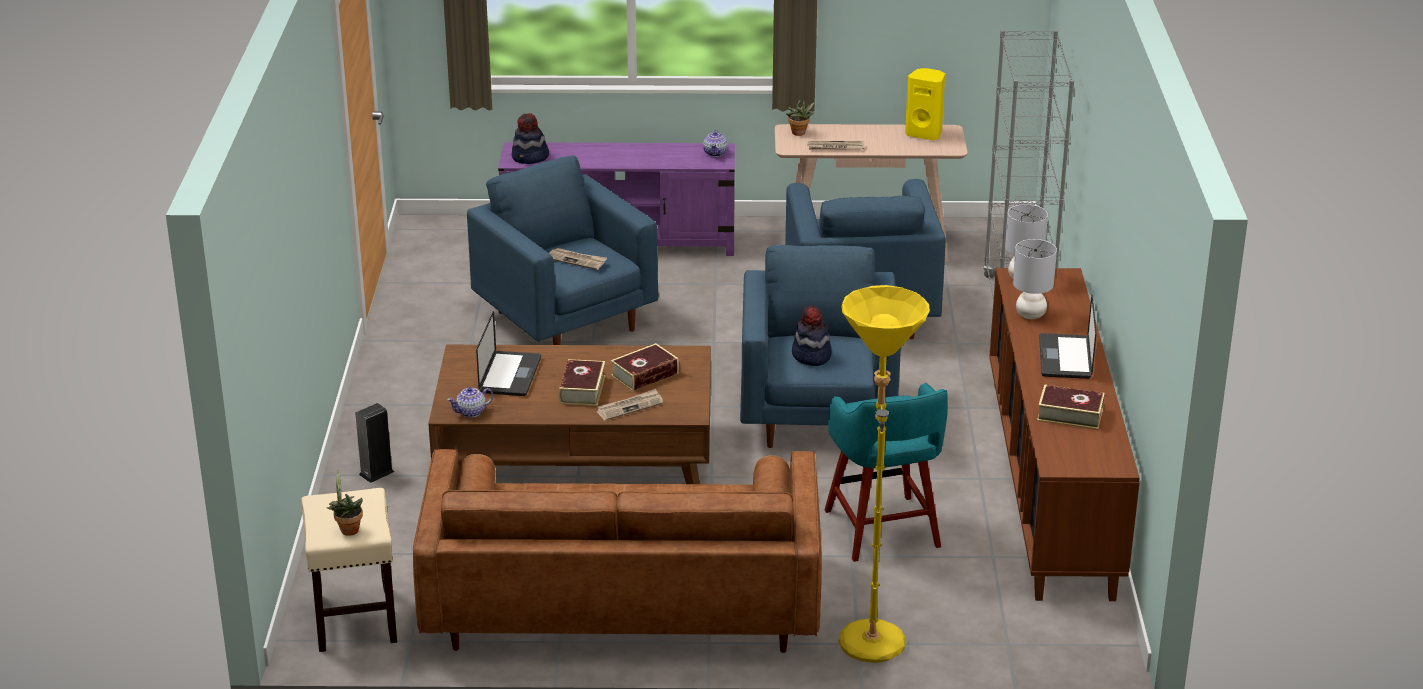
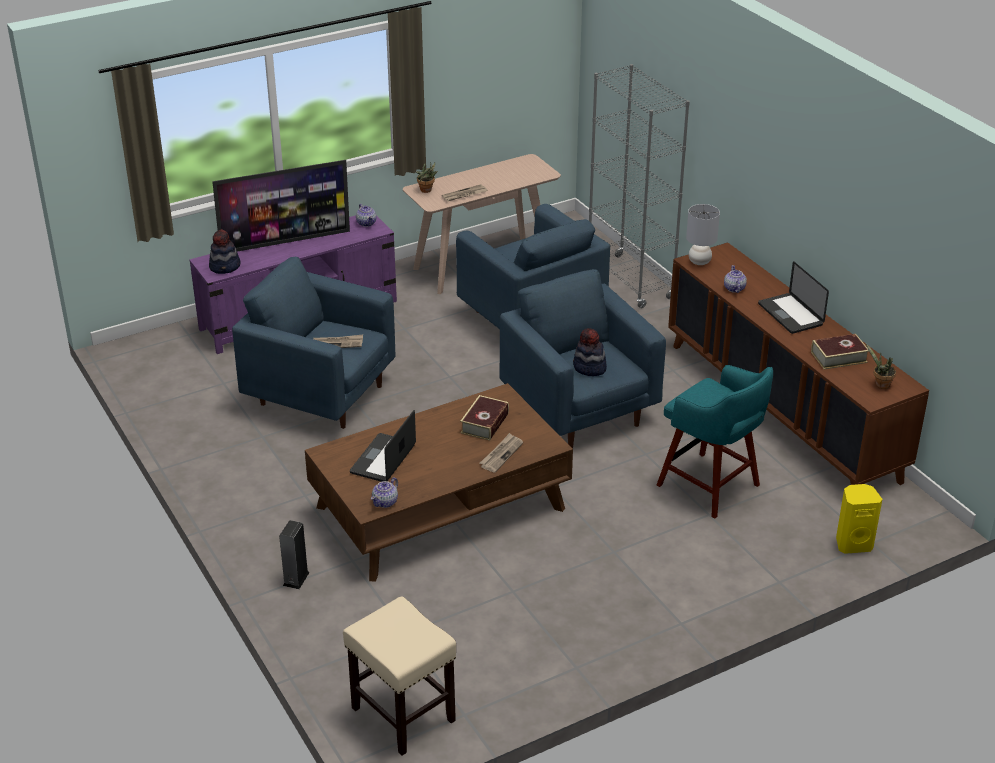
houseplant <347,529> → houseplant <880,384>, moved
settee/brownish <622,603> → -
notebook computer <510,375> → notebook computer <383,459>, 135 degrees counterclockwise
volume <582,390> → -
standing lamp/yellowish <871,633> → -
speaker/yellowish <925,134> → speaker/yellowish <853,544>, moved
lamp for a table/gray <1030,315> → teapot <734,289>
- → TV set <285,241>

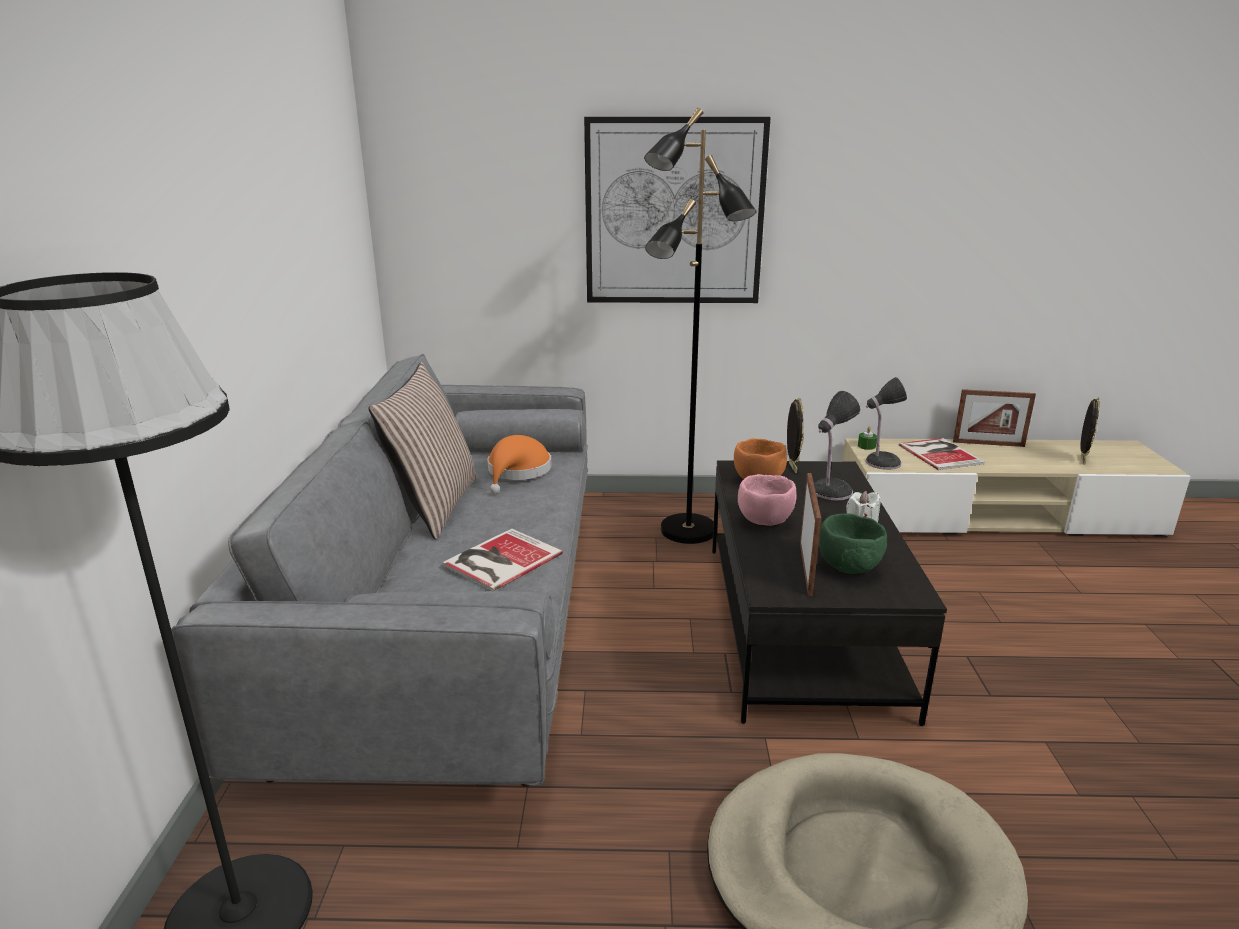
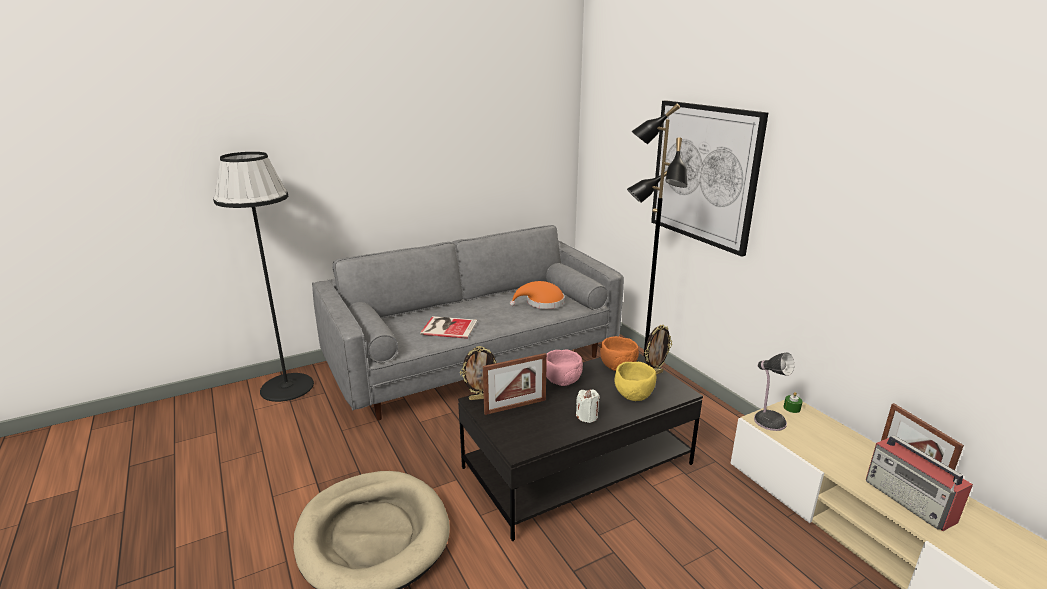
throw pillow <434,505> → -
lamp for a table <829,492> → deep dish/yellowish <633,395>
deep dish/greenish <848,567> → -
volume <940,453> → -
standing frame <1081,460> → standing frame <480,398>, moved
- → radio receiver <910,501>

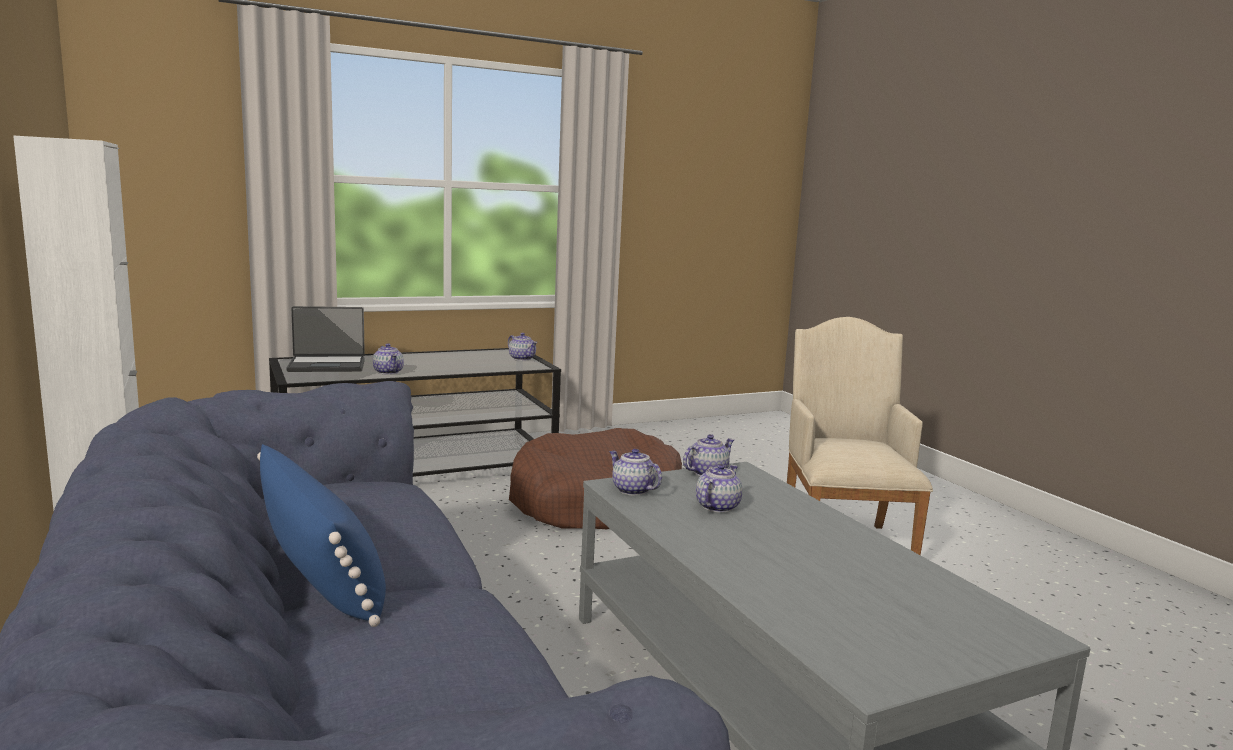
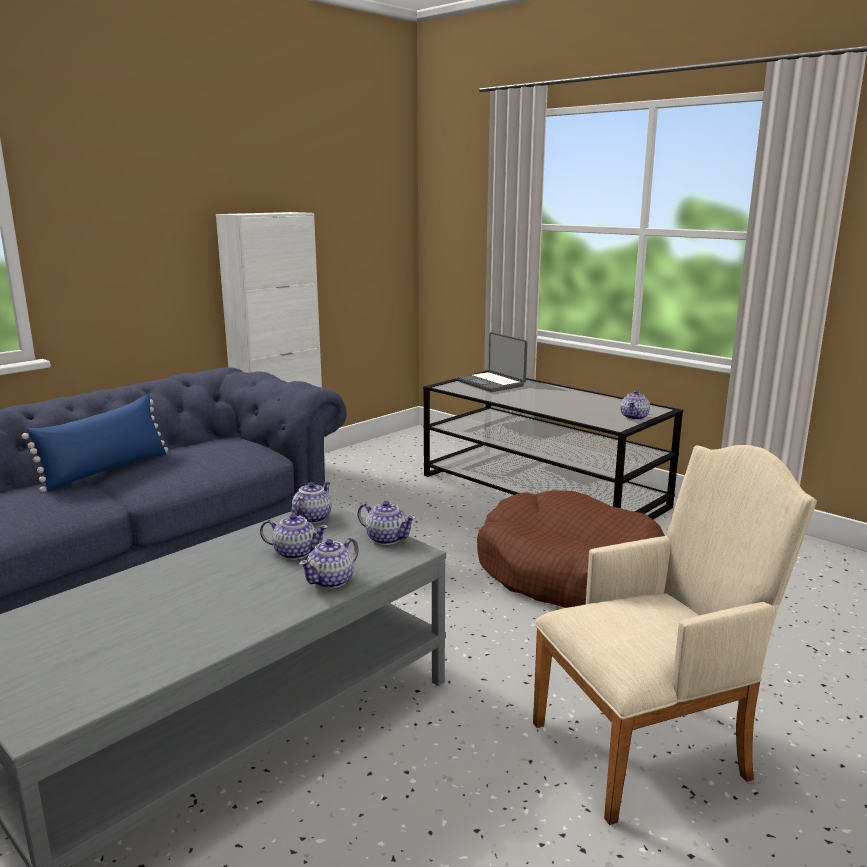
teapot <388,372> → teapot <331,581>, moved

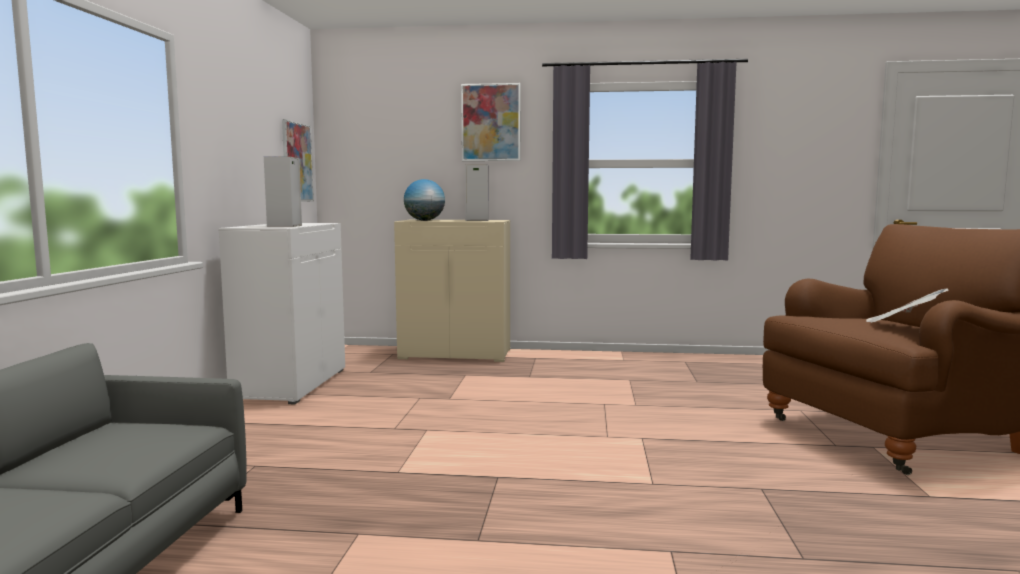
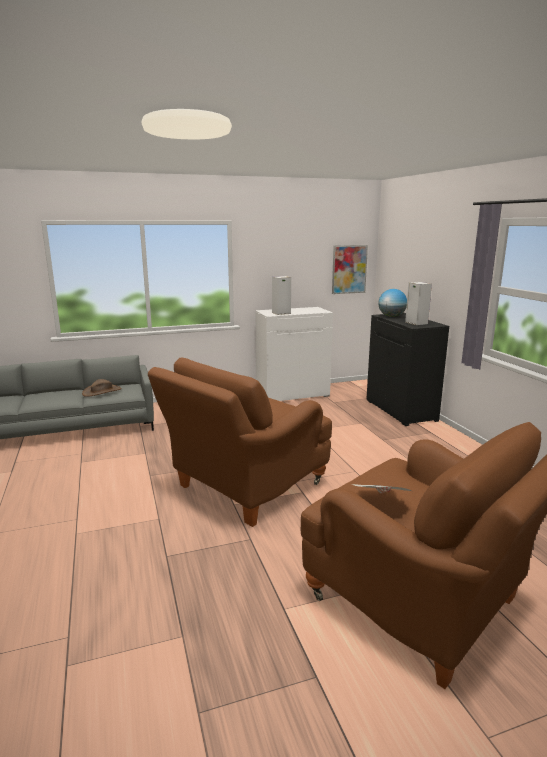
cabinet/beige <456,354> → cabinet/blackish <401,410>
wall picture <491,122> → -
- → wearable hat/brownish <102,391>
- → easy chair/brownish <245,487>

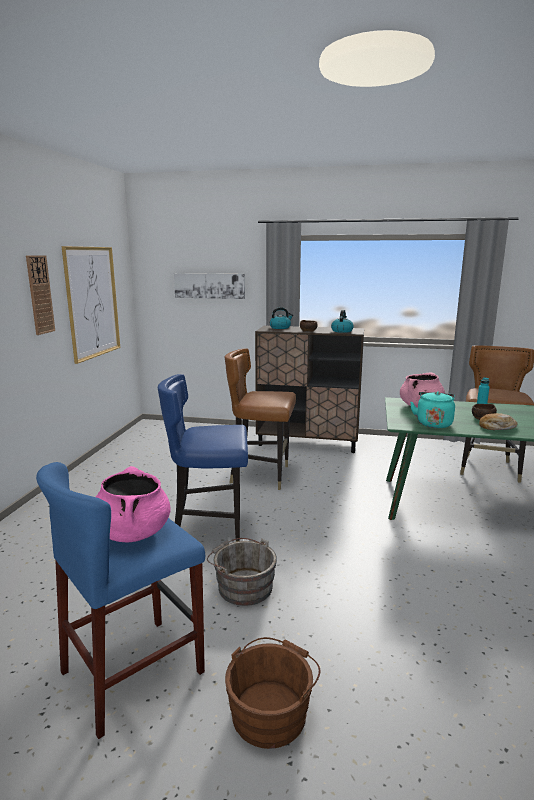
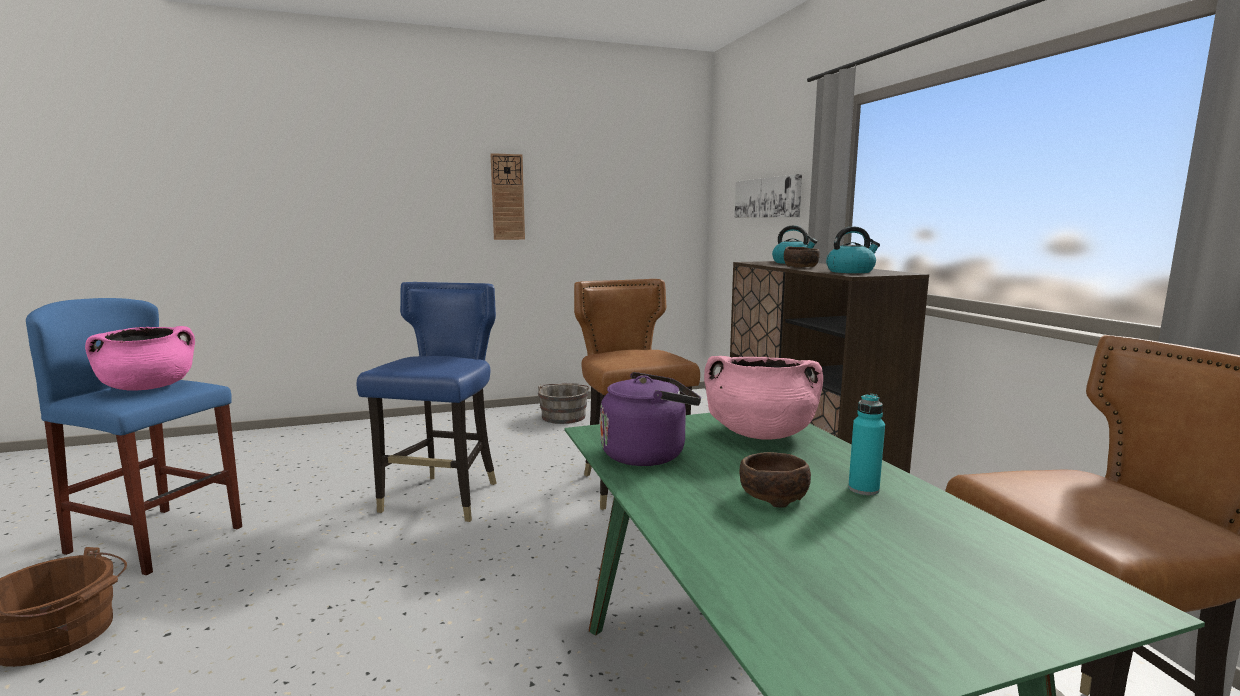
wall picture <92,302> → -
plain chair/bluish <210,532> → plain chair/bluish <443,499>, 45 degrees clockwise
bucket/gray <242,586> → bucket/gray <564,416>, moved
kettle/turquoise <433,423> → kettle/purple-coloured <648,454>
baked bread <496,427> → -

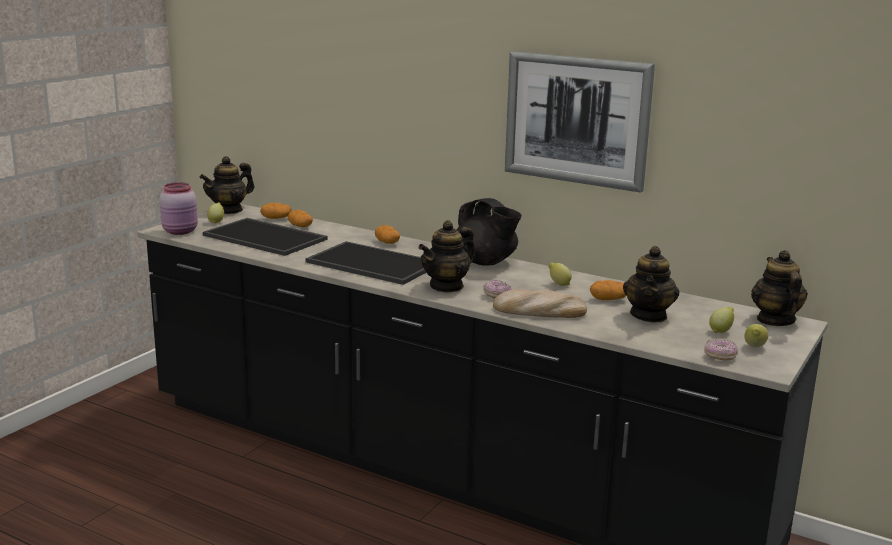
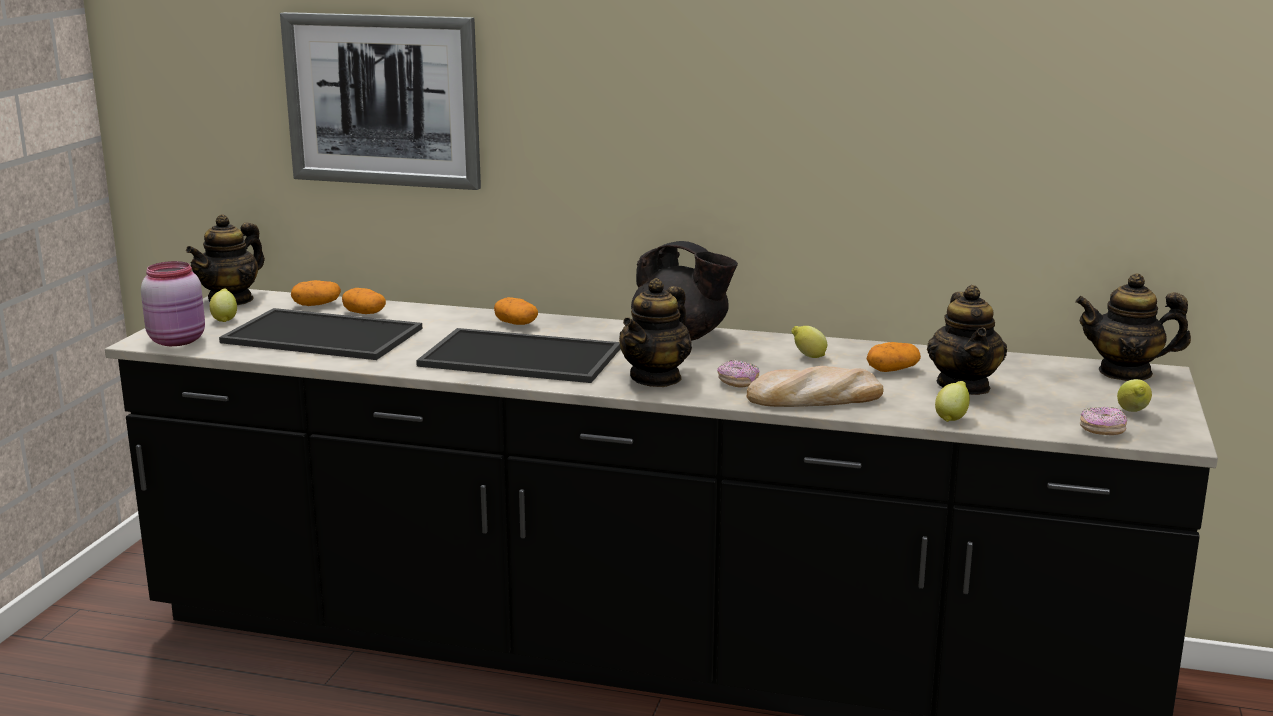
wall picture <577,120> → wall picture <382,100>, moved
whole lemon <721,331> → whole lemon <952,418>, moved
teapot <775,320> → teapot <1125,372>, 60 degrees counterclockwise

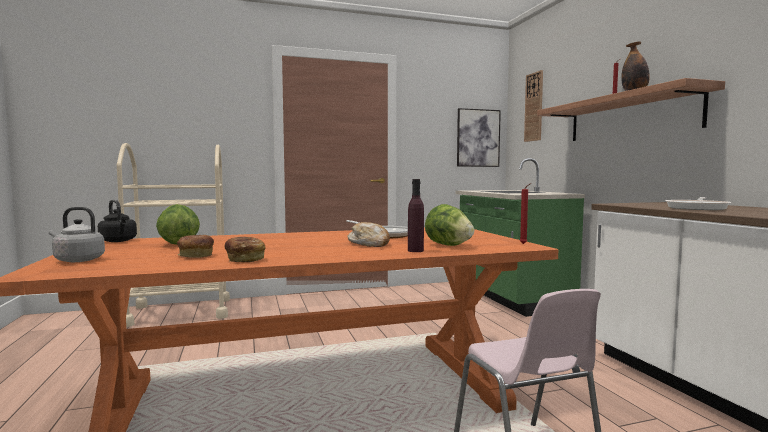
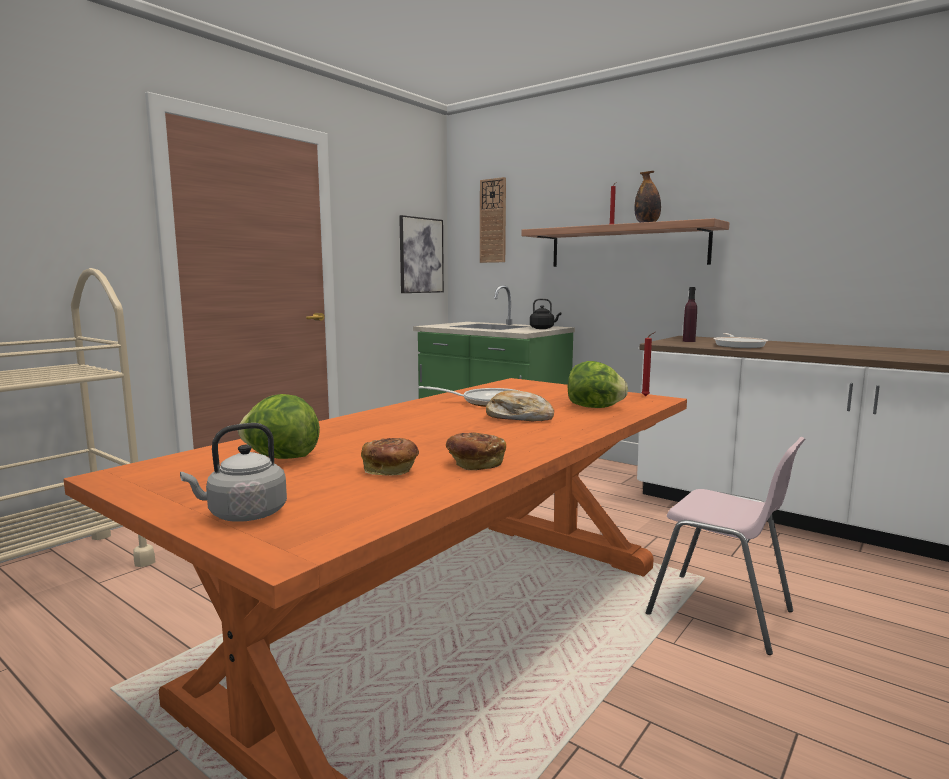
kettle/blackish <118,241> → kettle/blackish <543,328>, moved
beverage bottle/purple-coloured <415,250> → beverage bottle/purple-coloured <688,341>, moved

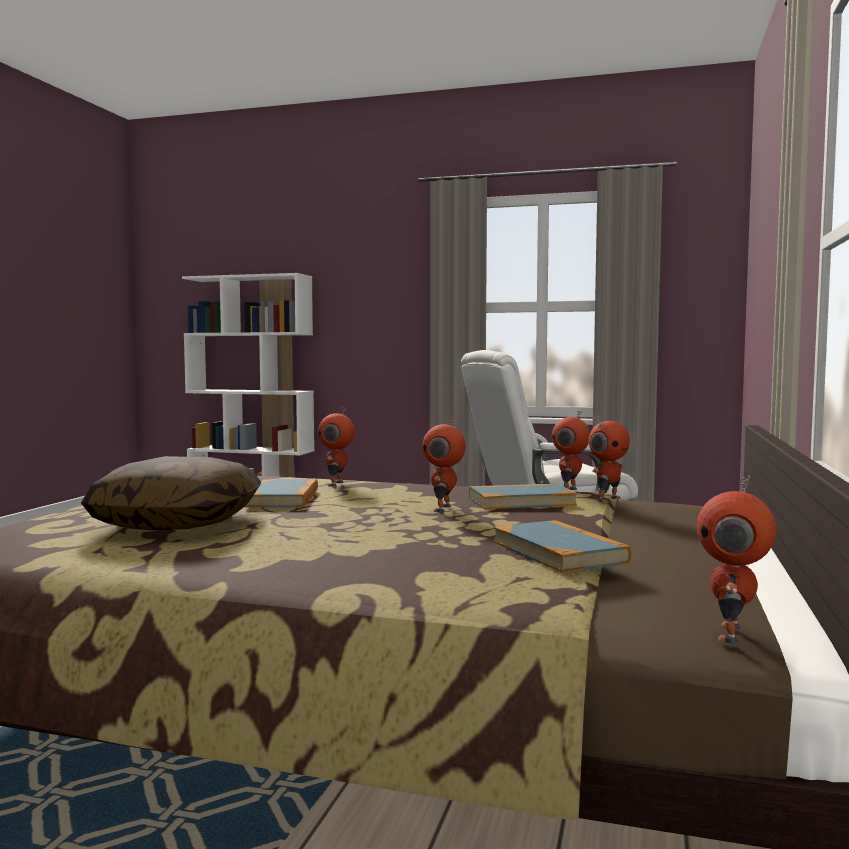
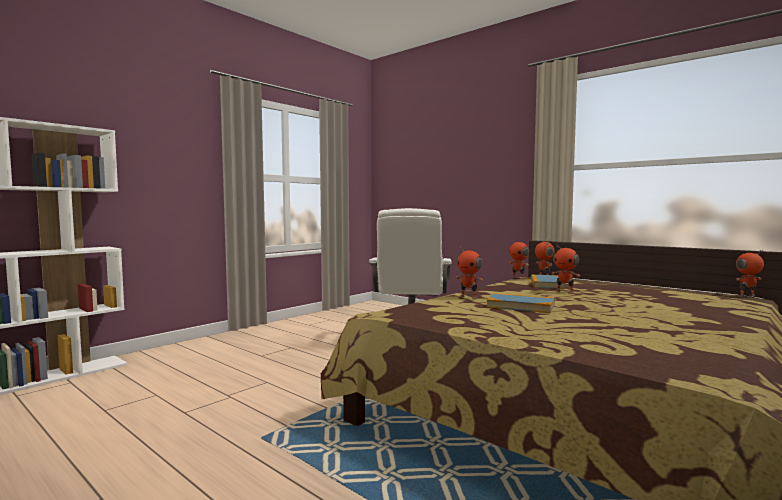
throw pillow <178,523> → -
volume <559,552> → -
robot figure <732,634> → robot figure <747,296>, 120 degrees clockwise

